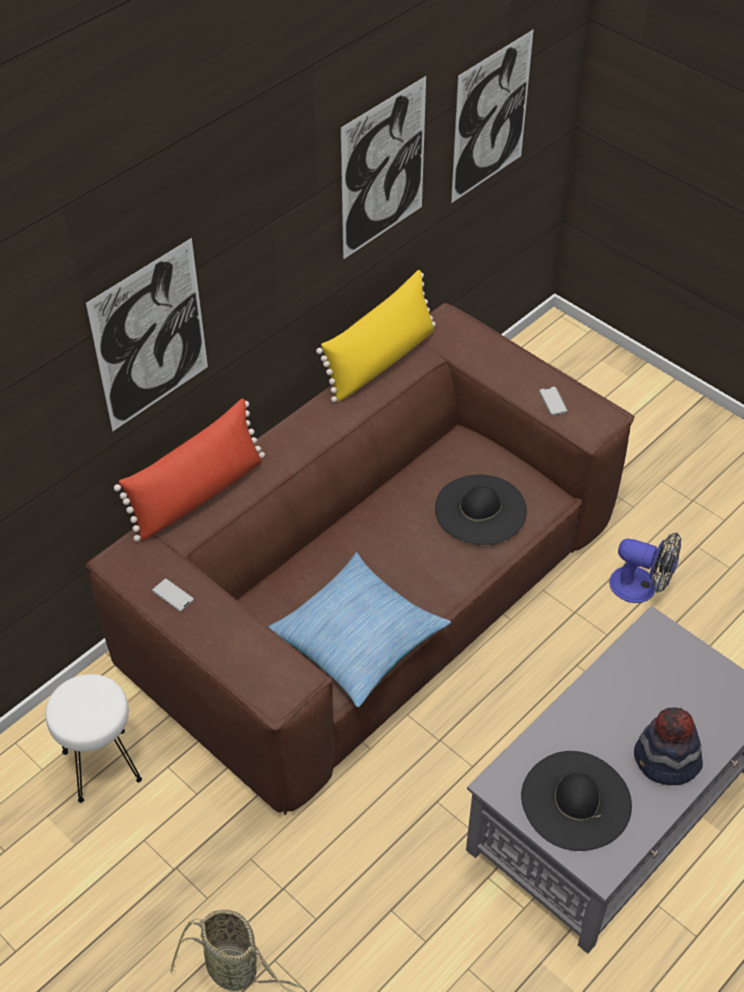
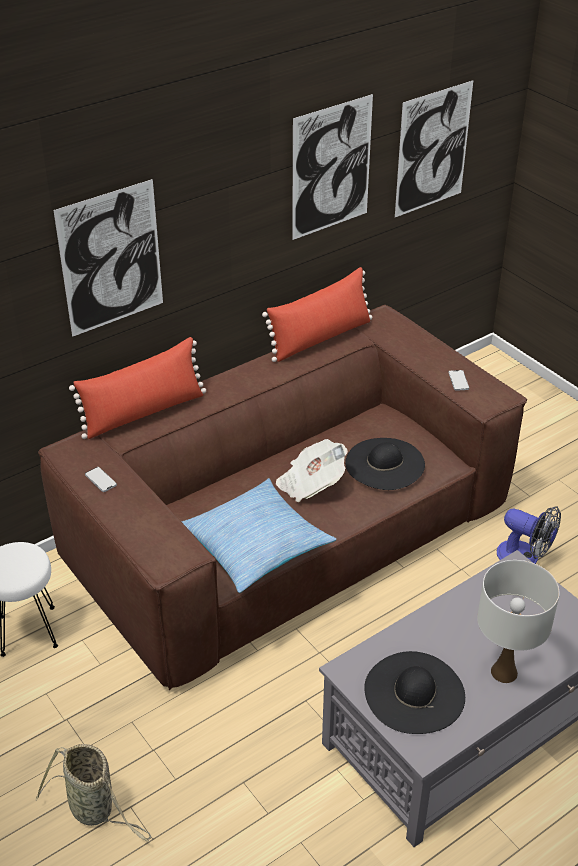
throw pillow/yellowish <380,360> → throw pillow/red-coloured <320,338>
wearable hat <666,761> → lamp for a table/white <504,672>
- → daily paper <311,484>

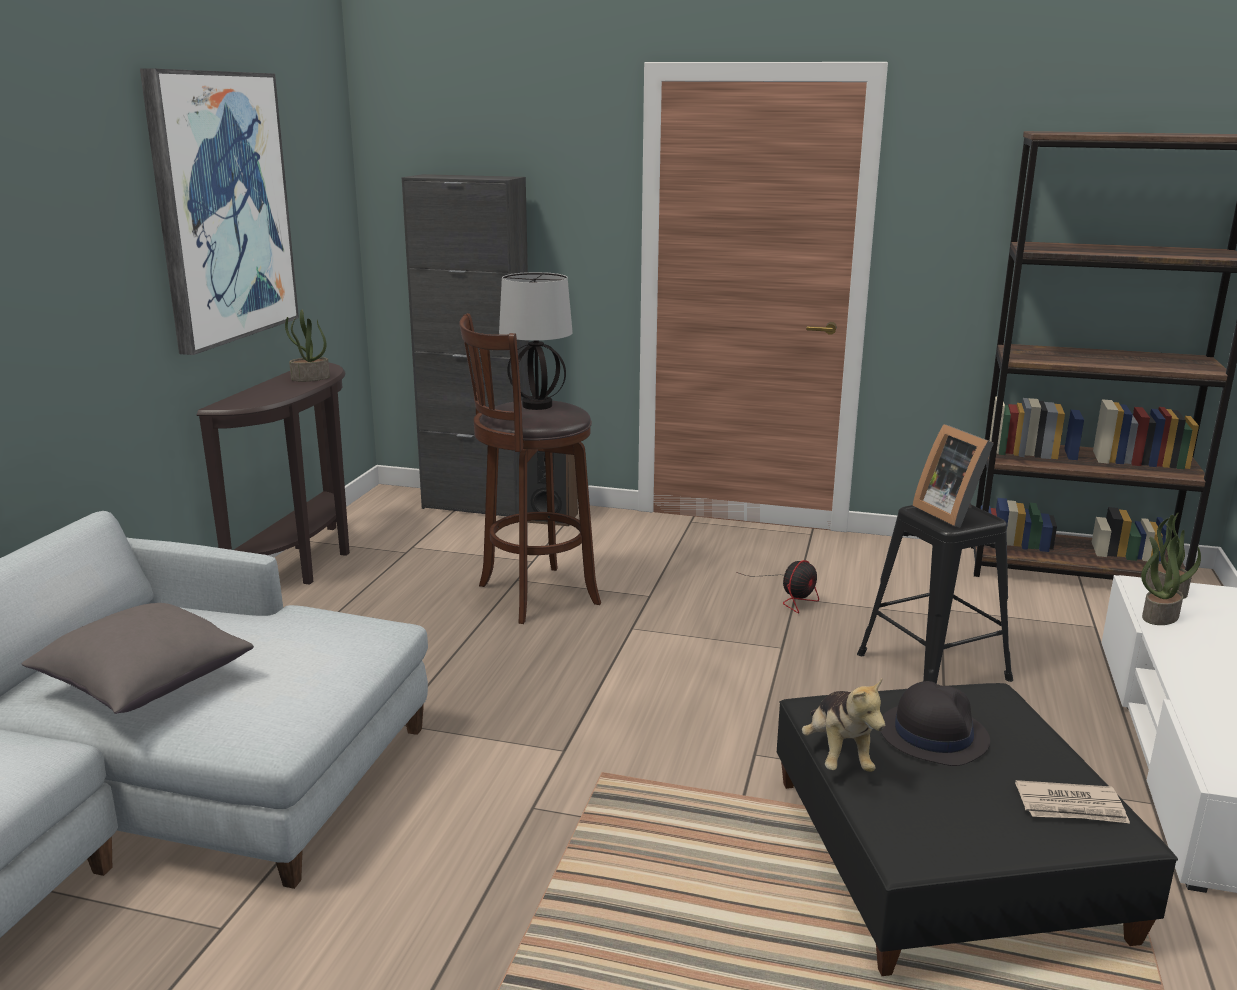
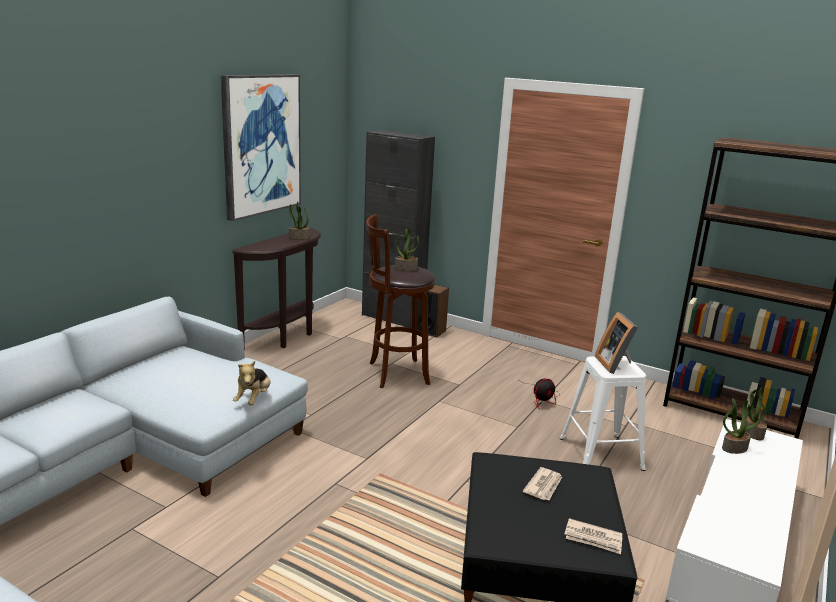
throw pillow/gray <144,684> → -
lamp for a table <537,405> → houseplant <406,268>
plush toy <838,755> → plush toy <253,399>, moved
stool/blackish <935,667> → stool/white <602,454>
wearable hat/blackish <932,734> → daily paper <544,486>

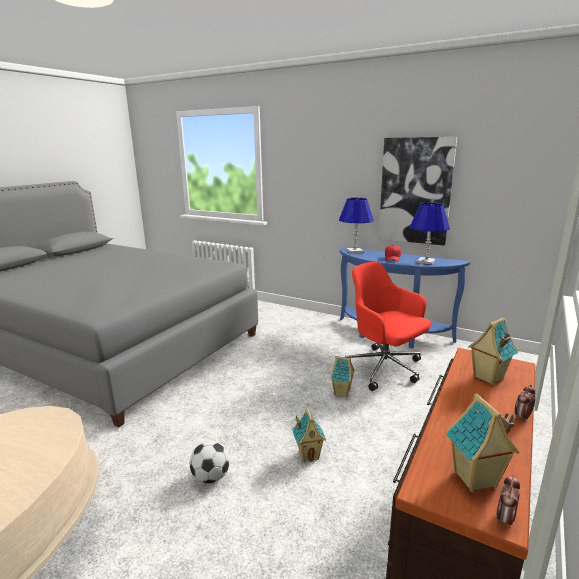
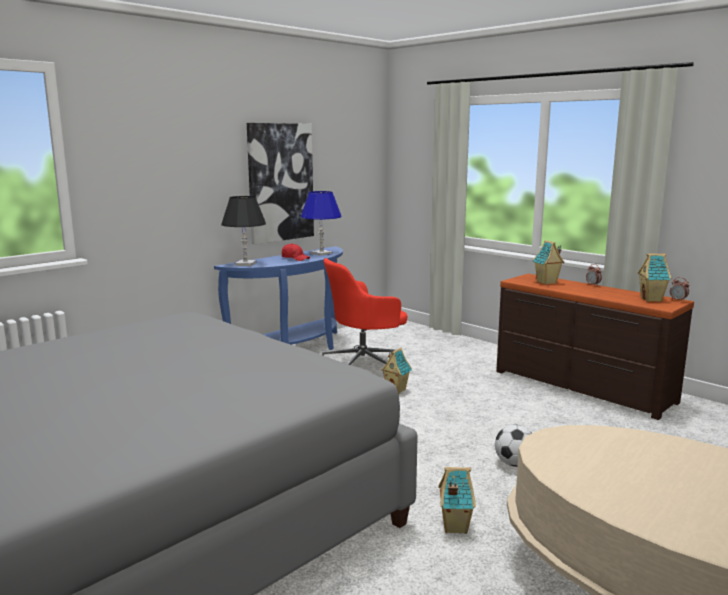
miniature house <309,454> → miniature house <454,527>, moved
lamp for a table/bluish <354,251> → lamp for a table/blackish <245,264>

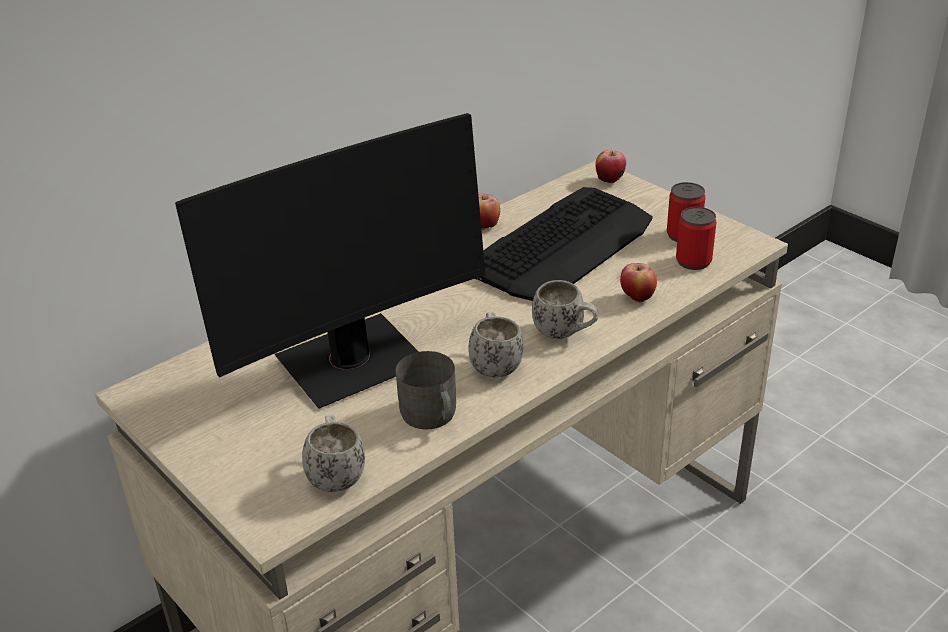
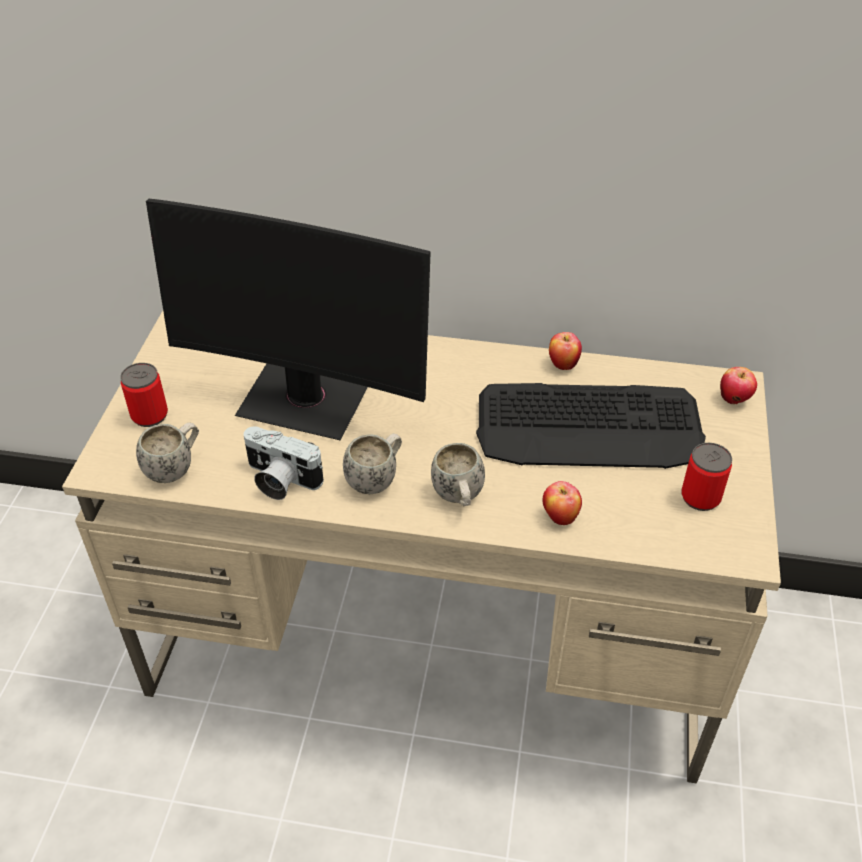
tea mug/gray <431,417> → photo camera <279,480>
metal can <693,261> → metal can <149,415>, moved

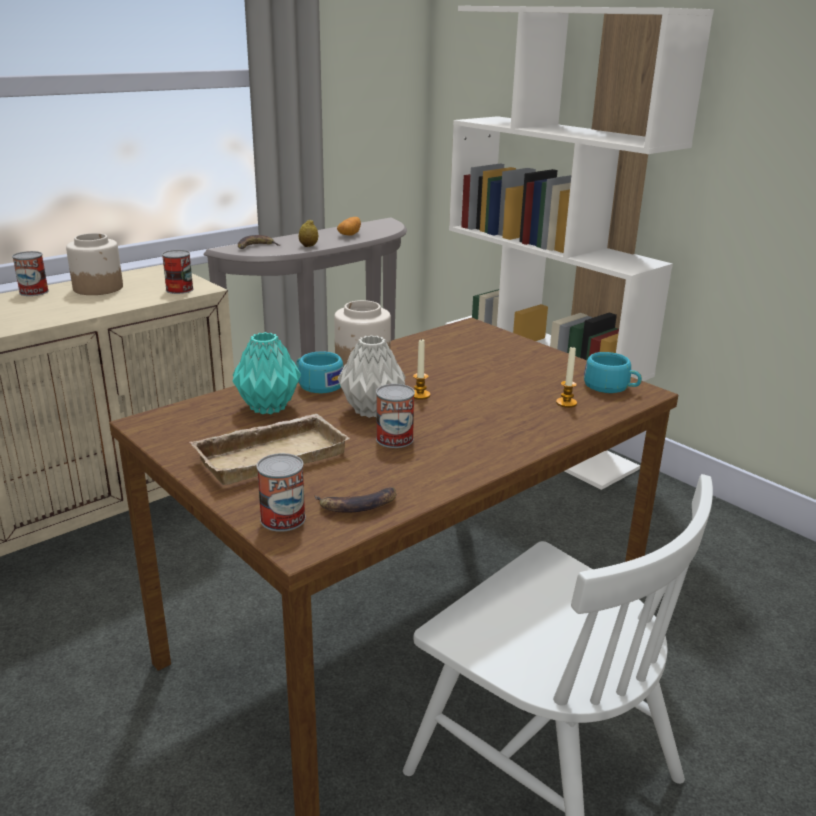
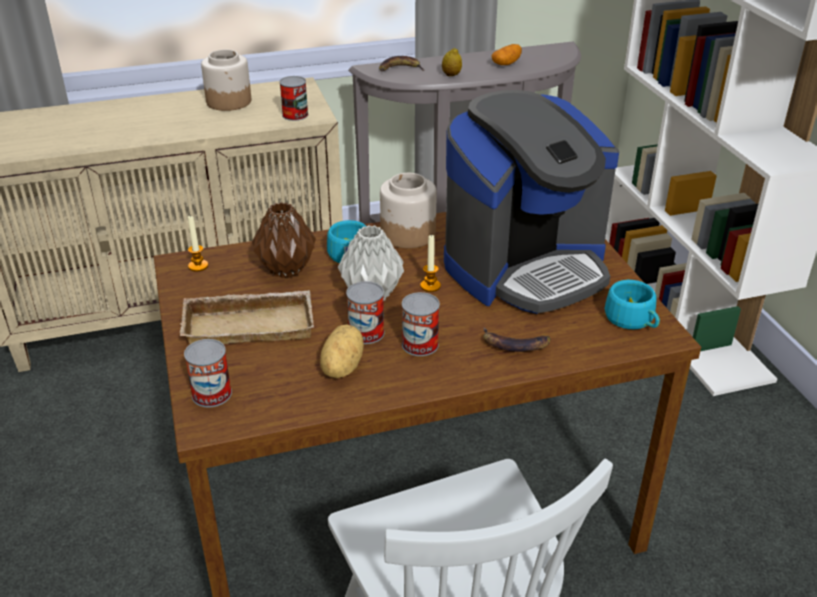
metal can <34,292> → metal can <420,344>, moved
decorative vase/turquoise <267,407> → decorative vase/brownish <285,269>
banana fruit <357,505> → banana fruit <515,344>, moved
wax light <566,403> → wax light <198,266>, moved
- → whole potato <340,367>
- → coffee maker <526,267>

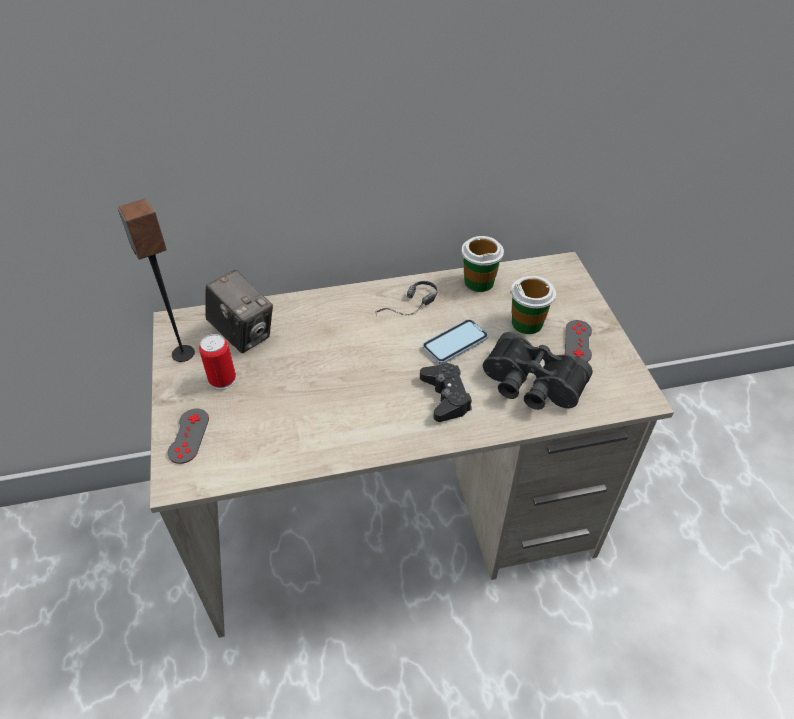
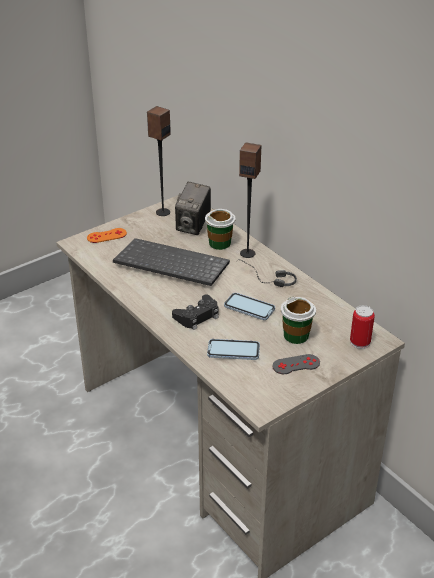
joypad/gray <188,436> → joypad/orangey <107,236>
metal can <222,380> → metal can <360,342>, moved
cup <479,282> → cup <220,243>, moved
pair of binoculars/blackish <530,386> → telephone <233,351>
- → computer keyboard <169,265>
- → speaker <247,253>

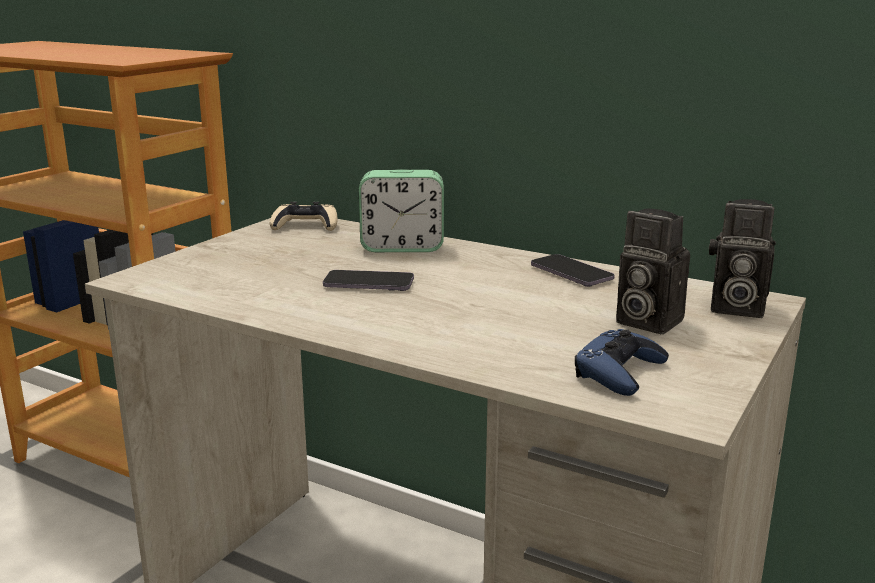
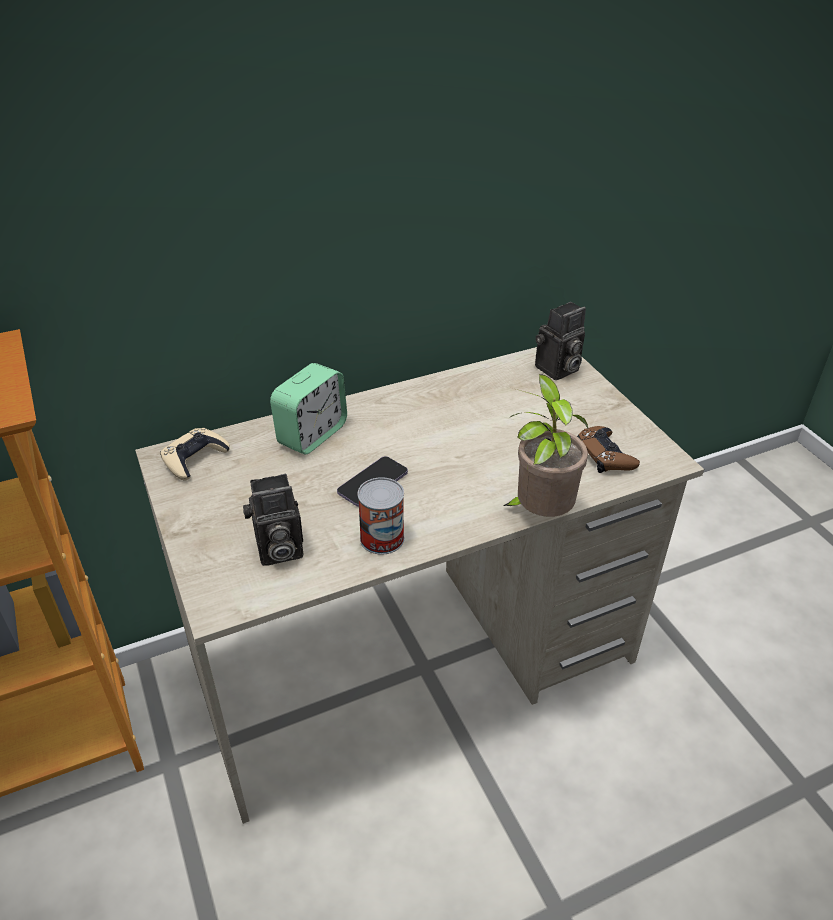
telephone <571,273> → -
joypad/bluish <619,372> → joypad/brownish <605,455>
photo camera <644,321> → photo camera <277,551>, moved
- → metal can <382,538>
- → houseplant <539,514>

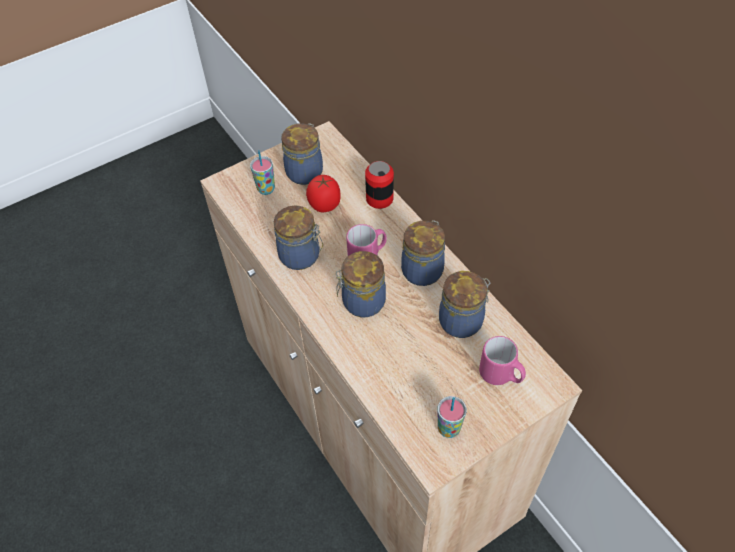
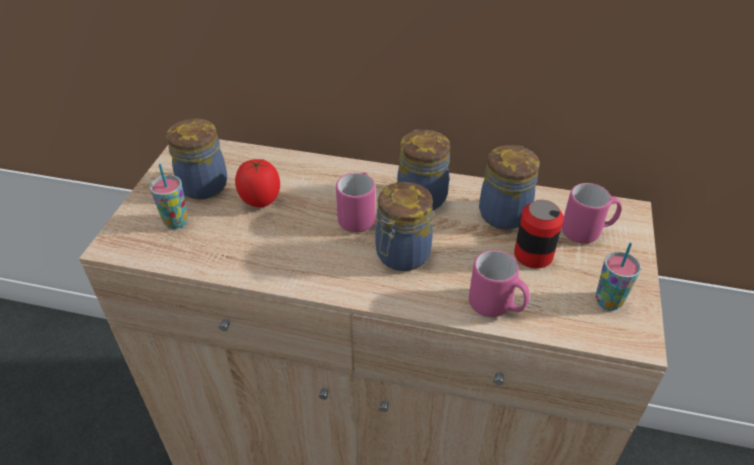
preserve jar <301,256> → -
metal can <379,199> → metal can <533,255>, moved
- → tea mug/pink-coloured <496,306>

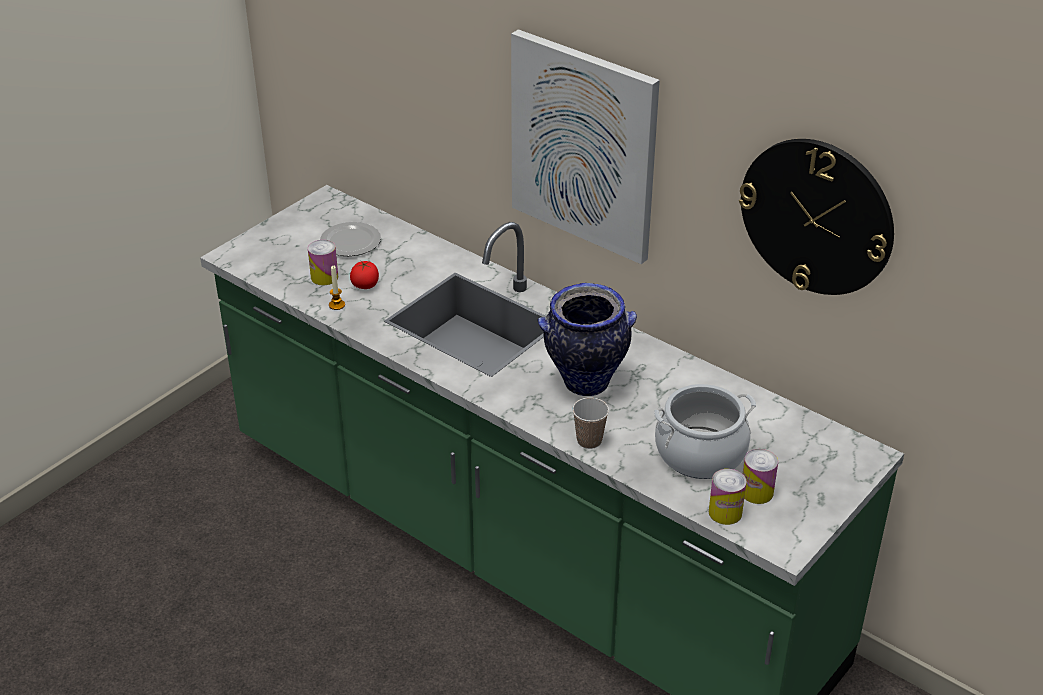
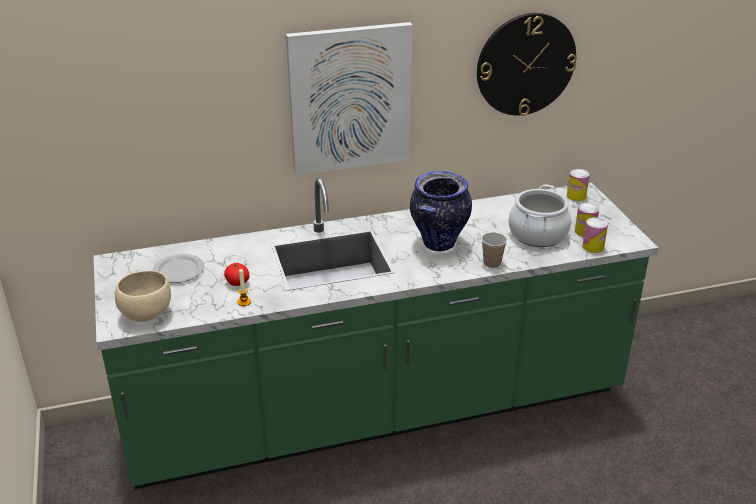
metal can <324,277> → metal can <576,196>, moved
- → deep dish/beige <146,314>

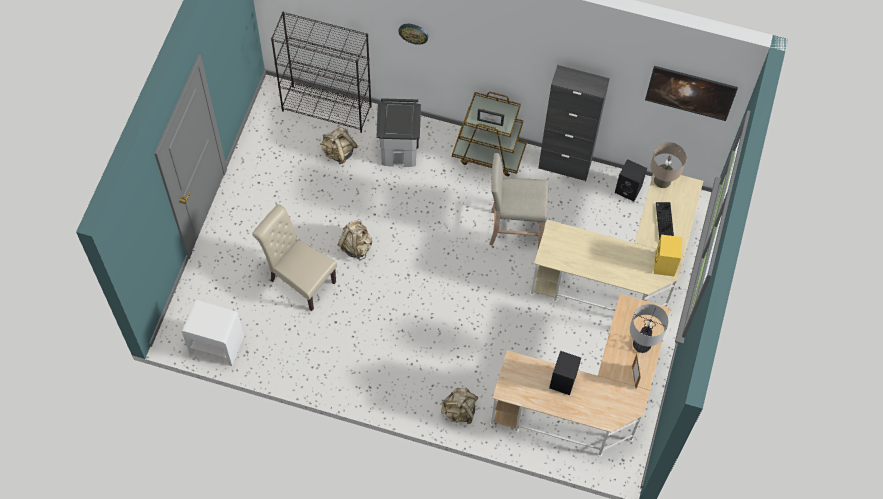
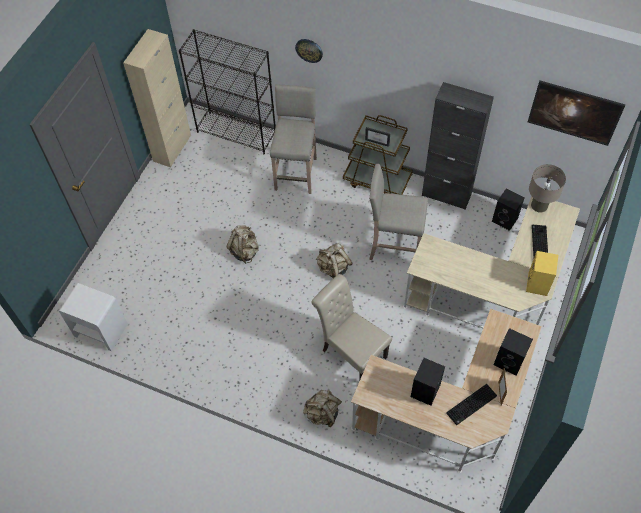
plain chair/beige <299,279> → plain chair/beige <351,351>, moved
knapsack/beige <339,152> → knapsack/beige <333,268>, moved
waste bin/gray <400,151> → stool/beige <296,172>
lamp for a table <641,345> → speaker/blackish <509,361>
- → cabinet/beige <172,148>
- → computer keyboard <471,405>

